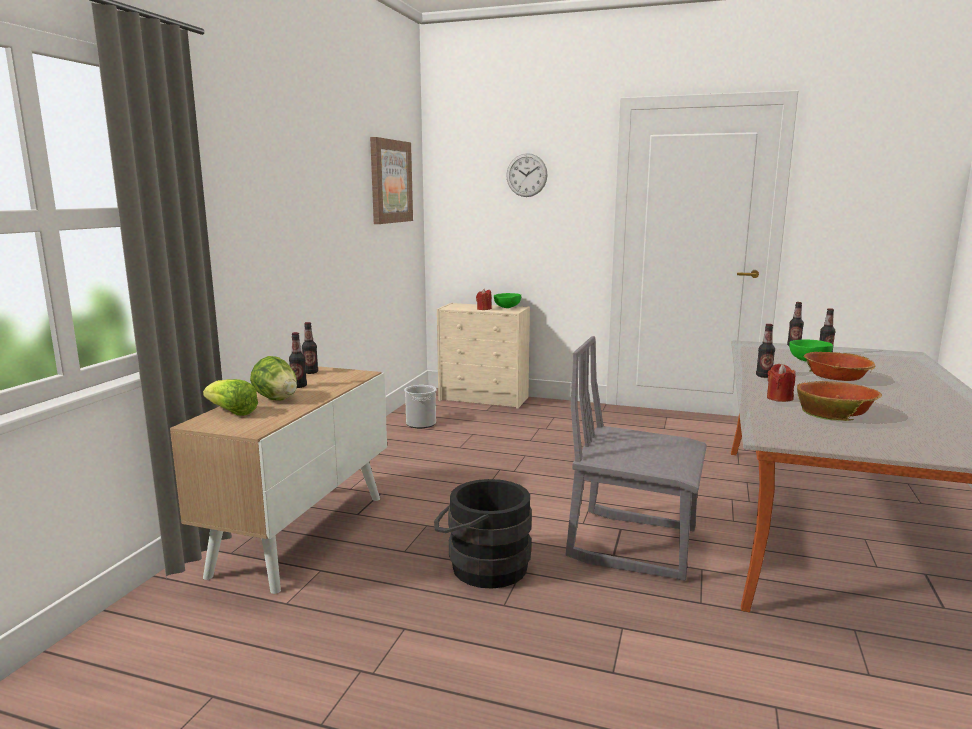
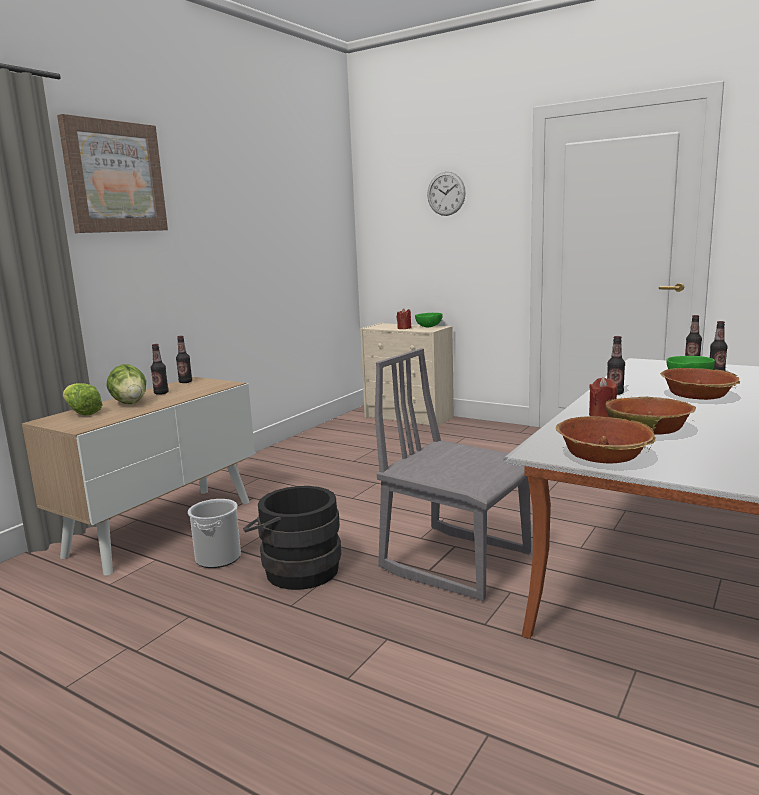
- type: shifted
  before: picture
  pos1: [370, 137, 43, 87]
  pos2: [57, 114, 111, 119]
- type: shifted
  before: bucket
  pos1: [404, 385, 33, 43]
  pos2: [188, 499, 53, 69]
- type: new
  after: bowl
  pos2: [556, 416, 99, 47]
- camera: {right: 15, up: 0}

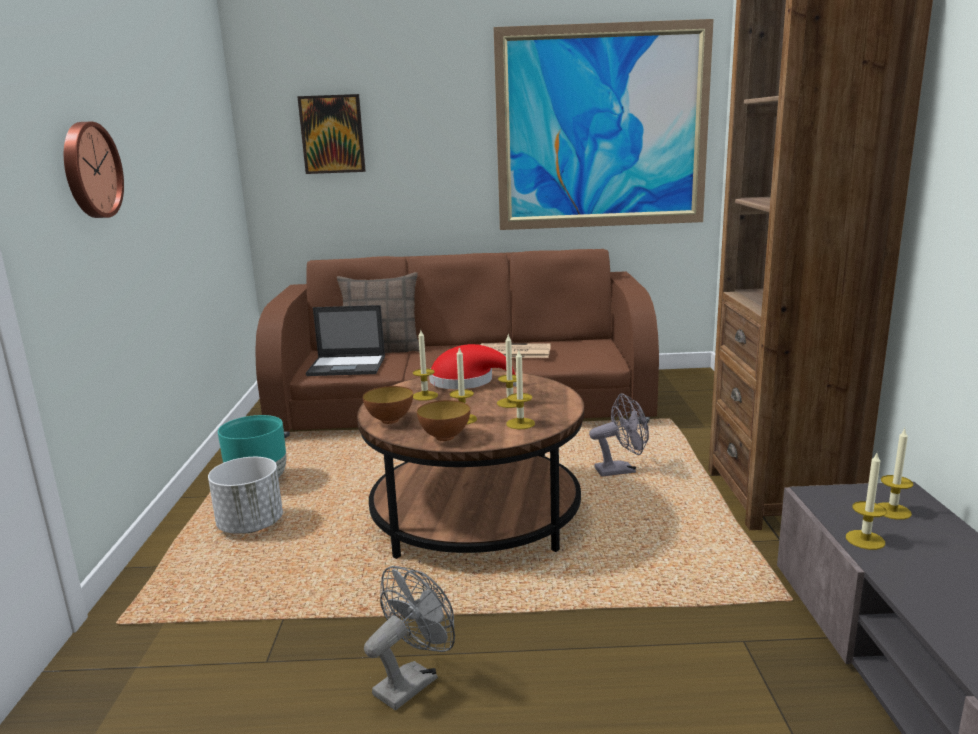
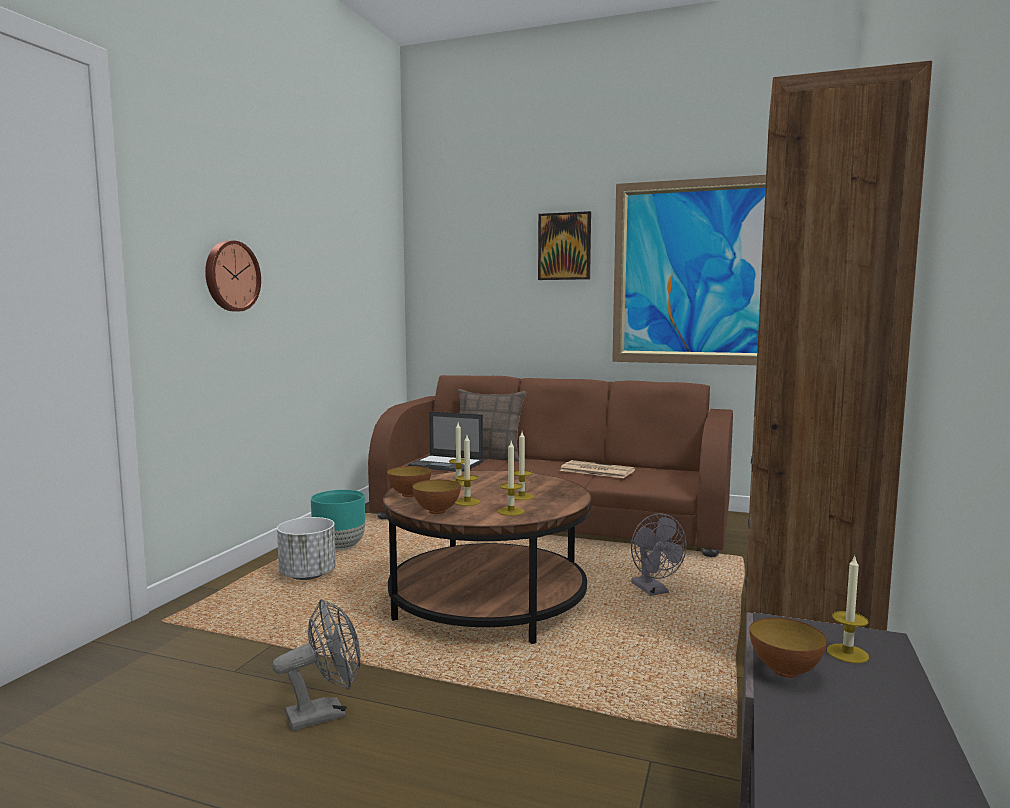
- type: shifted
  before: picture
  pos1: [297, 94, 69, 80]
  pos2: [538, 211, 53, 69]
- type: gone
  before: red hat
  pos1: [429, 344, 88, 45]
- type: rotated
  before: grey fan
  pos1: [589, 393, 60, 84]
  pos2: [631, 514, 56, 82]
  turn: 60
- type: swapped
  before: candle
  after: bowl
  pos1: [846, 453, 41, 97]
  pos2: [750, 618, 77, 60]
- camera: {right: 20, up: -10}

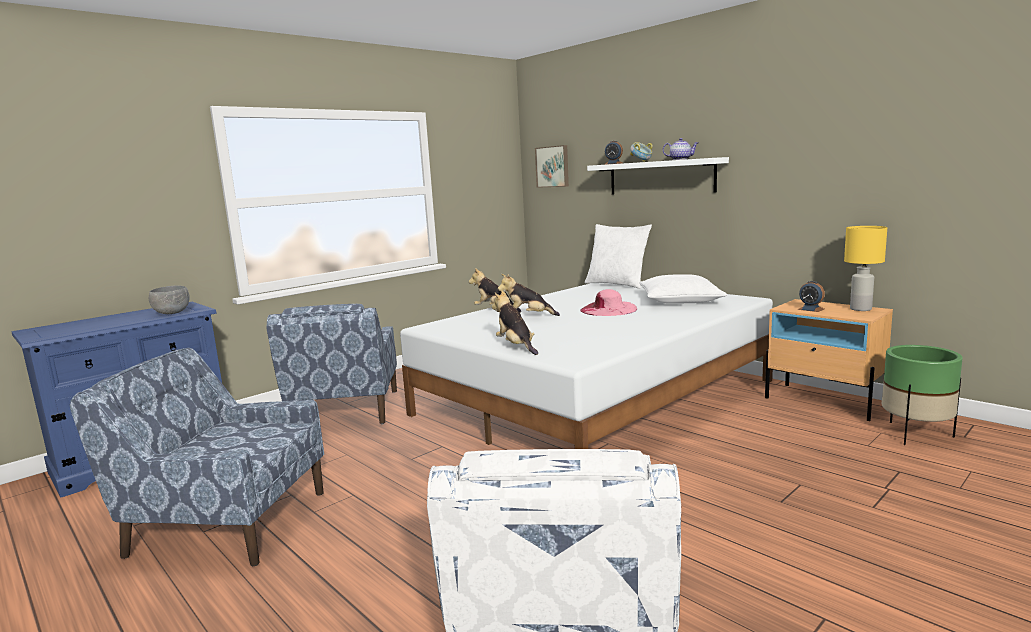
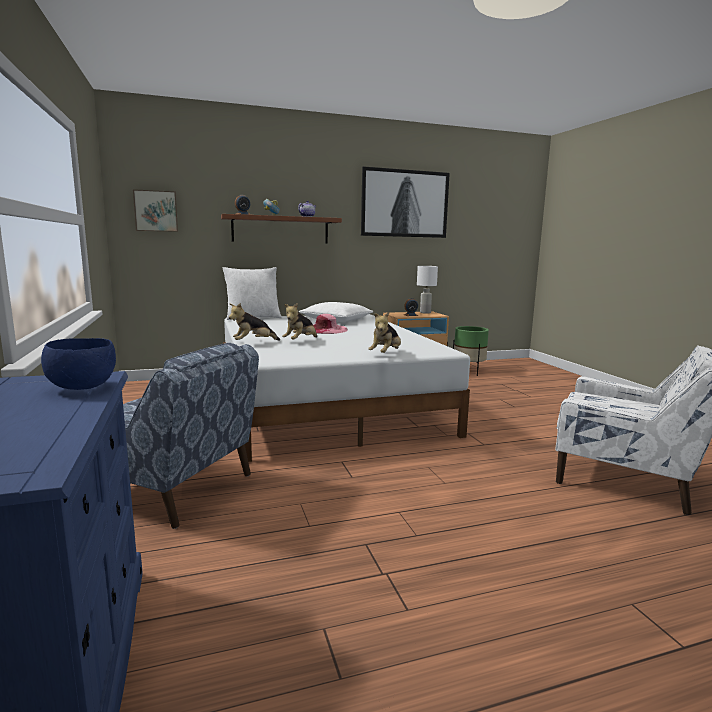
- type: gone
  before: blue armchair
  pos1: [70, 348, 254, 218]
- type: repainted
  before: grey bowl
  after: blue bowl
  pos1: [149, 285, 41, 29]
  pos2: [41, 338, 75, 52]
- type: rotated
  before: plush toy
  pos1: [492, 290, 46, 65]
  pos2: [368, 312, 33, 41]
  turn: -60
- type: repainted
  before: white shelf
  after: brown shelf
  pos1: [587, 157, 142, 37]
  pos2: [221, 214, 121, 29]
- type: repainted
  before: yellow table lamp
  after: white table lamp
  pos1: [844, 226, 43, 85]
  pos2: [417, 266, 21, 47]
- type: new
  after: picture
  pos2: [361, 166, 89, 72]
- camera: {right: -65, up: 0}

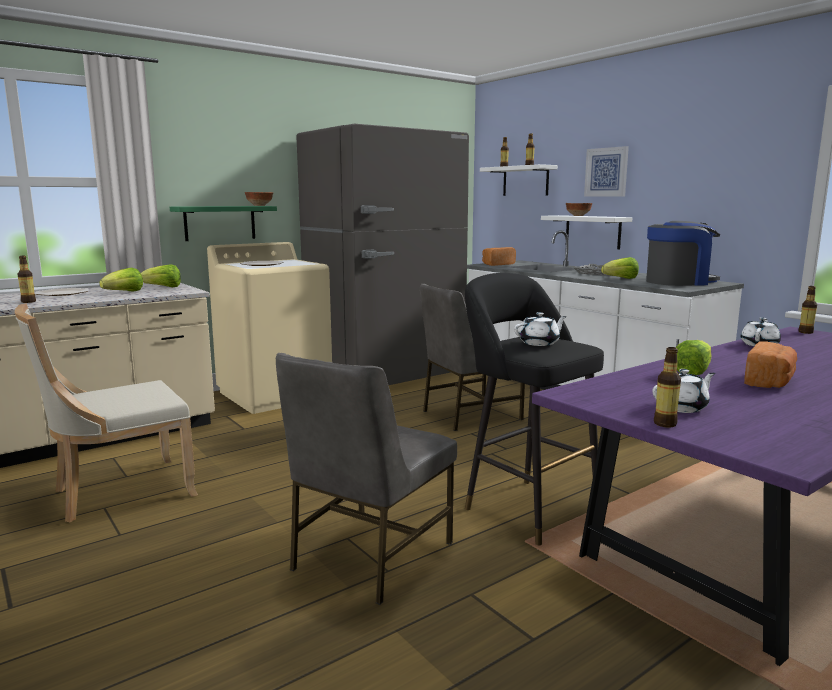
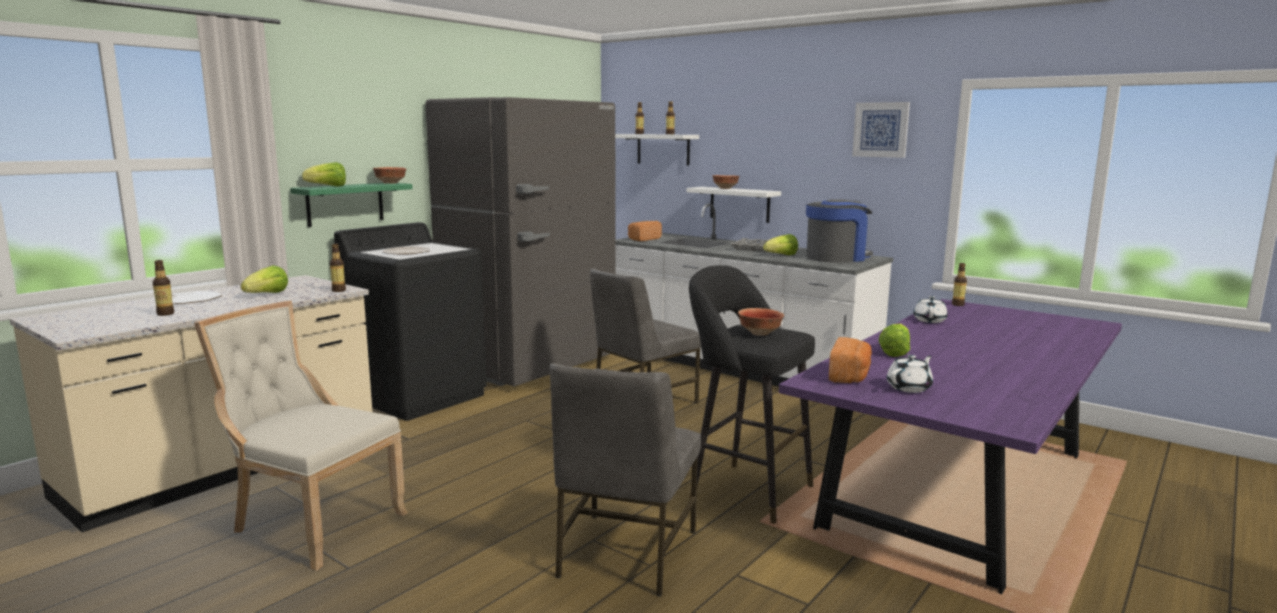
- type: rotated
  before: beige chair
  pos1: [15, 303, 183, 219]
  pos2: [194, 301, 214, 270]
  turn: 75
- type: shifted
  before: lettuce
  pos1: [141, 264, 40, 23]
  pos2: [302, 162, 44, 25]
- type: repainted
  before: beige washing machine
  after: black washing machine
  pos1: [207, 242, 125, 172]
  pos2: [334, 222, 153, 199]
- type: swapped
  before: white teapot
  after: bowl
  pos1: [514, 312, 53, 34]
  pos2: [738, 308, 46, 28]
- type: shifted
  before: picture
  pos1: [584, 146, 45, 51]
  pos2: [852, 102, 58, 56]
- type: shifted
  before: bottle
  pos1: [654, 347, 27, 81]
  pos2: [330, 244, 16, 48]
- type: shifted
  before: bread
  pos1: [744, 341, 53, 47]
  pos2: [829, 337, 43, 46]
- camera: {right: -15, up: 0}

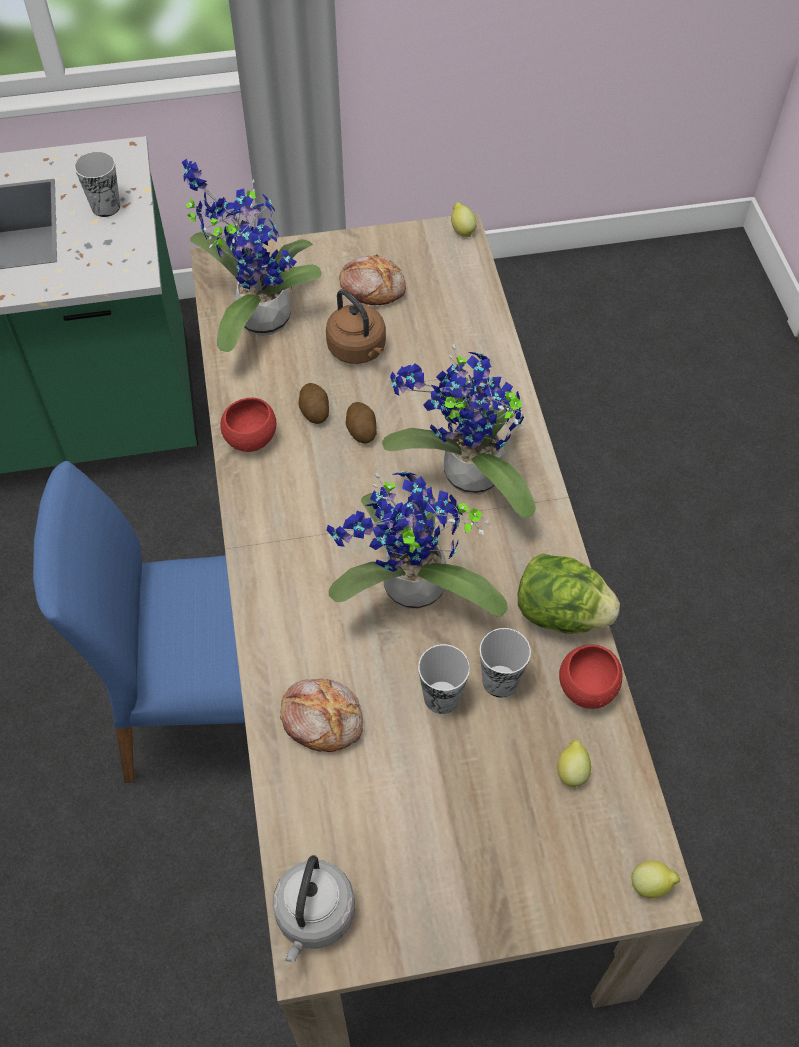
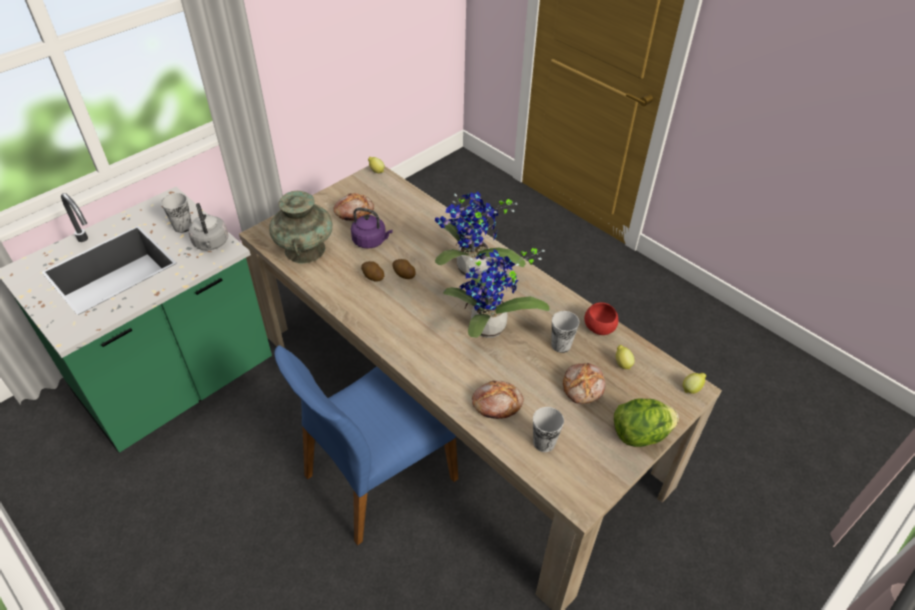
- type: swapped
  before: potted plant
  after: turquoise vase
  pos1: [182, 159, 140, 193]
  pos2: [269, 191, 64, 73]
- type: gone
  before: red bowl
  pos1: [220, 398, 56, 54]
- type: shifted
  before: grey kettle
  pos1: [273, 855, 82, 107]
  pos2: [189, 203, 39, 47]
- type: repainted
  before: brown kettle
  after: purple kettle
  pos1: [326, 289, 60, 75]
  pos2: [351, 207, 42, 42]
- type: shifted
  before: cup
  pos1: [418, 644, 52, 70]
  pos2: [533, 407, 31, 45]
- type: shifted
  before: lettuce
  pos1: [518, 554, 102, 80]
  pos2: [614, 398, 65, 49]
- type: new
  after: bread
  pos2: [563, 363, 42, 41]
- camera: {right: -35, up: -10}

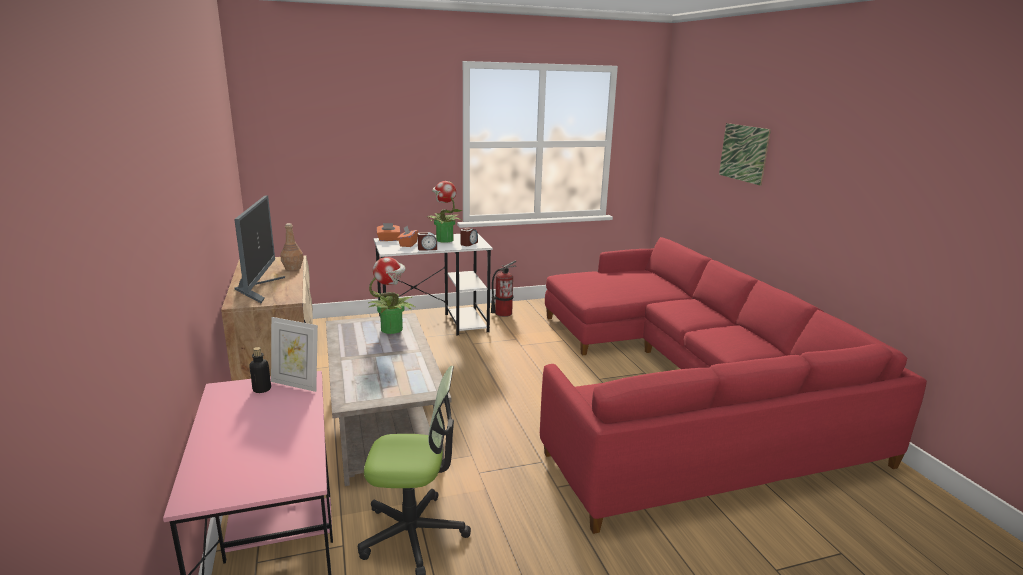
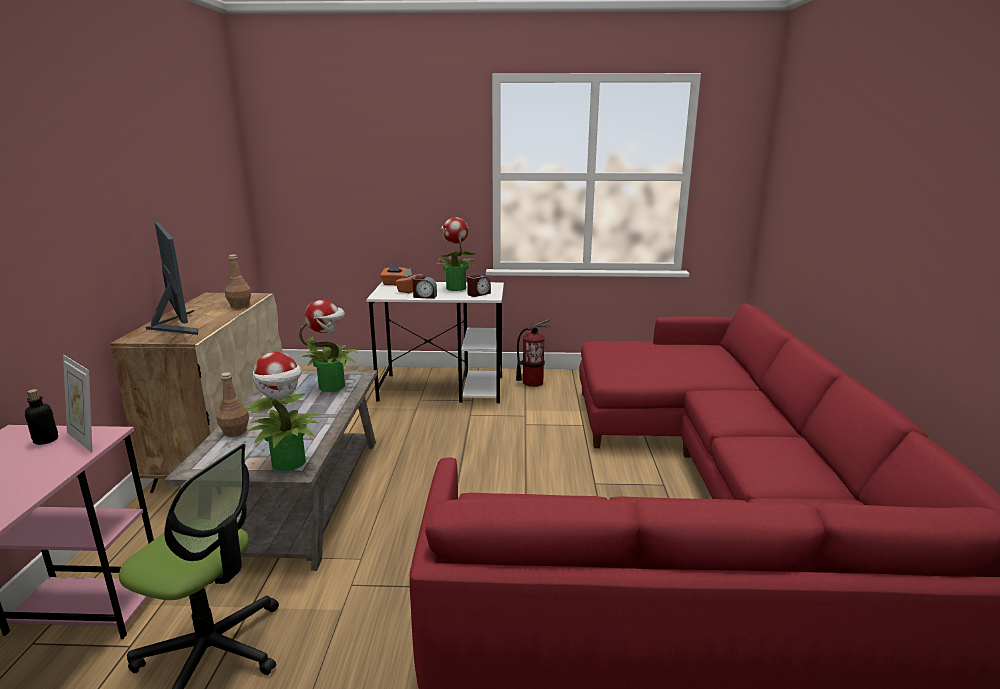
- type: rotated
  before: monitor
  pos1: [234, 195, 51, 108]
  pos2: [146, 222, 52, 113]
  turn: -45
- type: gone
  before: picture
  pos1: [719, 123, 52, 63]
- type: new
  after: brown bottle
  pos2: [216, 372, 33, 65]
- type: new
  after: potted plant
  pos2: [243, 352, 76, 119]
- camera: {right: 20, up: 0}

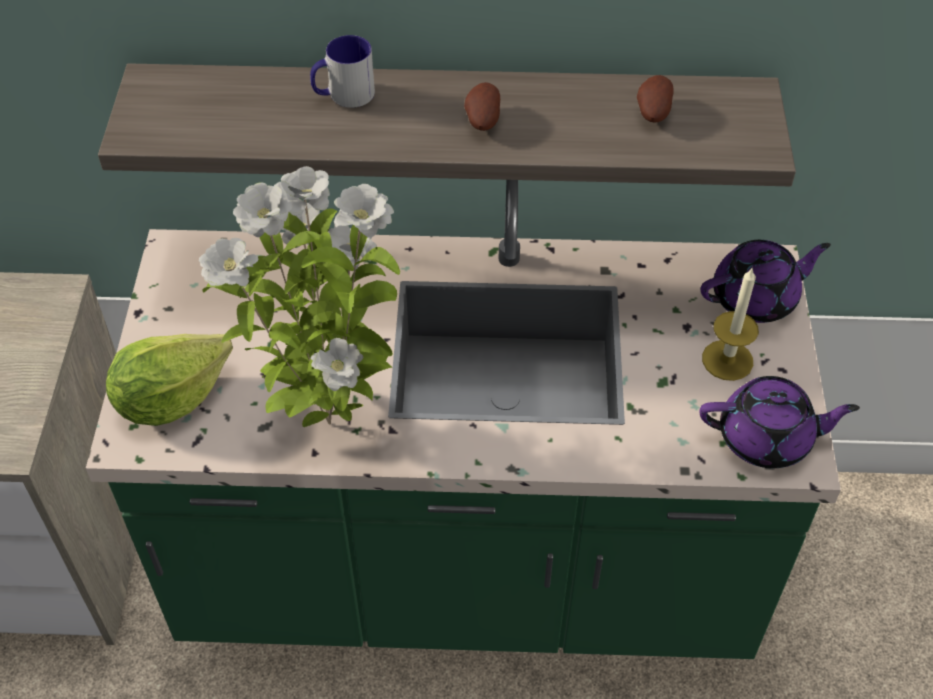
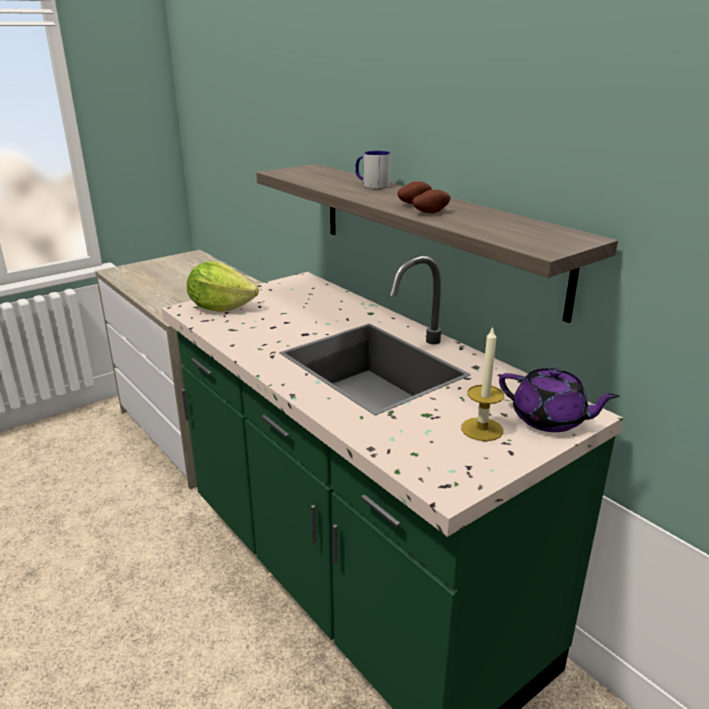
- type: gone
  before: potted plant
  pos1: [199, 166, 201, 261]
- type: shifted
  before: potato
  pos1: [637, 75, 37, 48]
  pos2: [412, 190, 39, 23]
- type: gone
  before: purple teapot
  pos1: [699, 376, 161, 92]
- camera: {right: 50, up: -25}

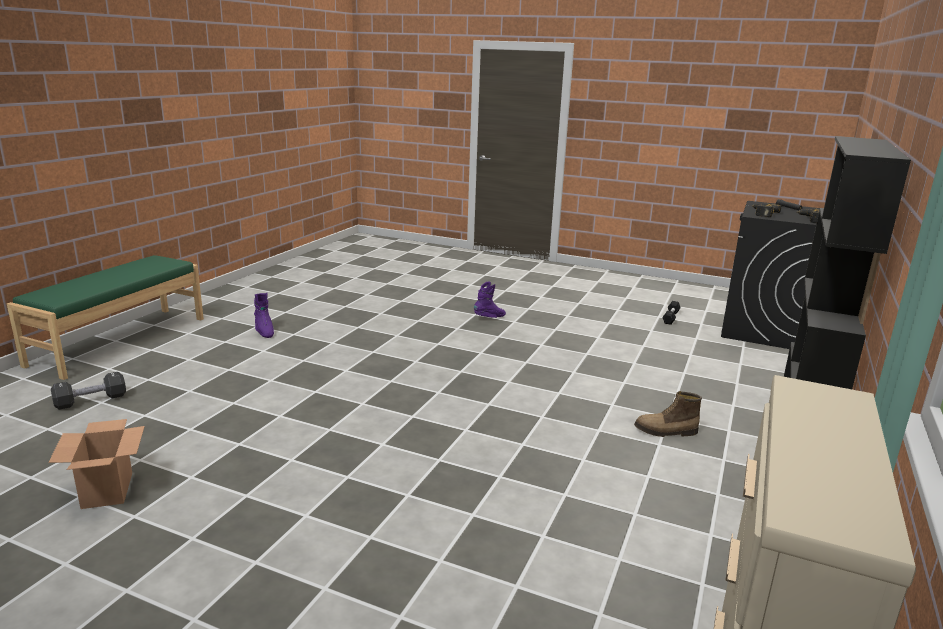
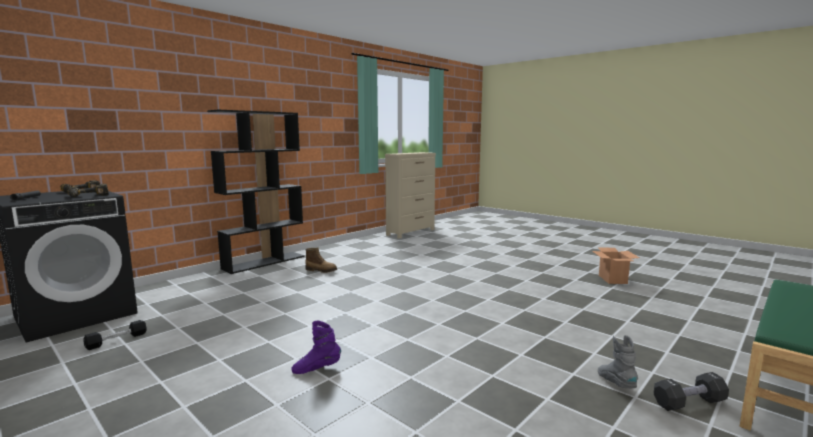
- type: shifted
  before: black dumbbell
  pos1: [51, 372, 75, 38]
  pos2: [654, 372, 75, 39]
- type: repainted
  before: purple boot
  after: grey boot
  pos1: [254, 293, 20, 45]
  pos2: [598, 335, 40, 53]
- camera: {right: -160, up: -10}

